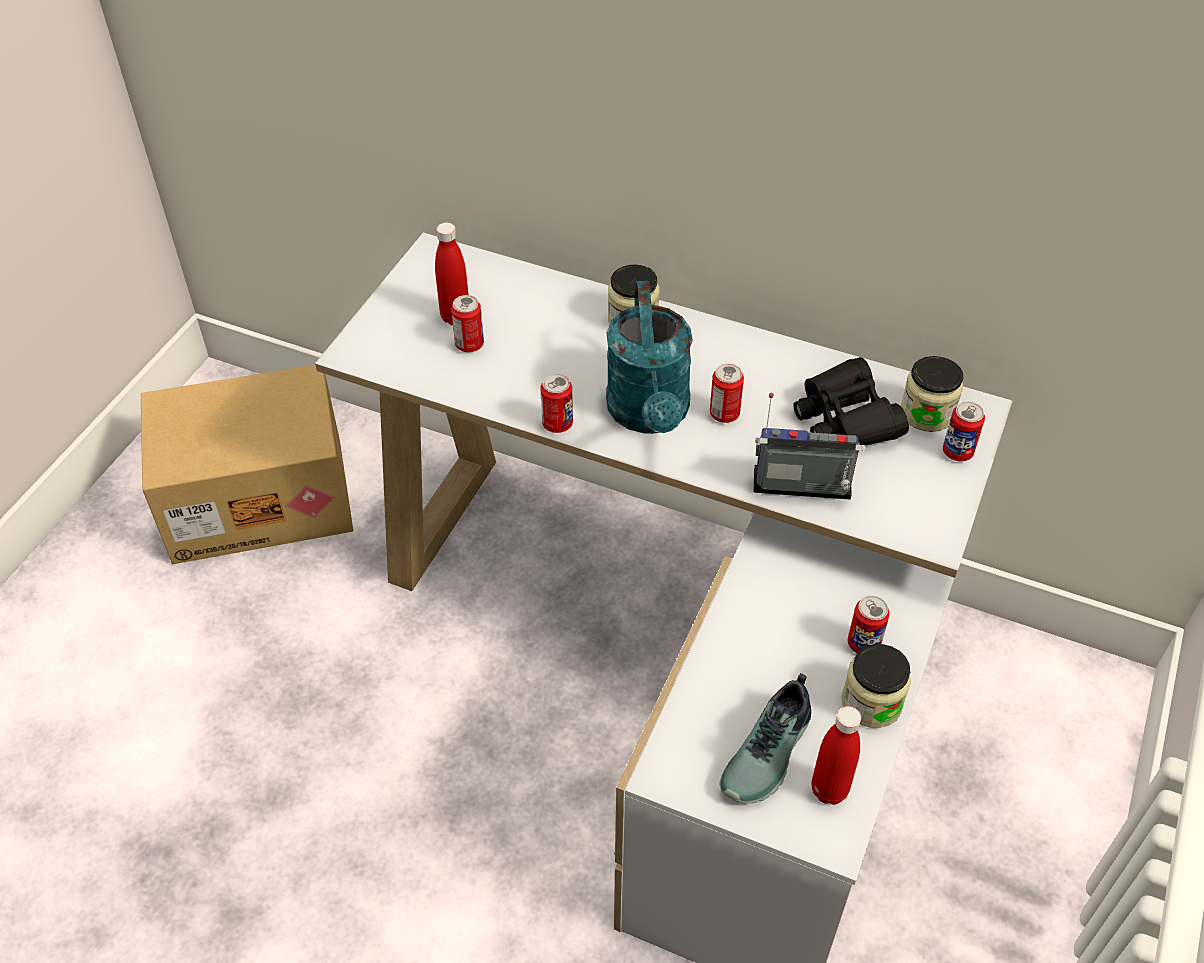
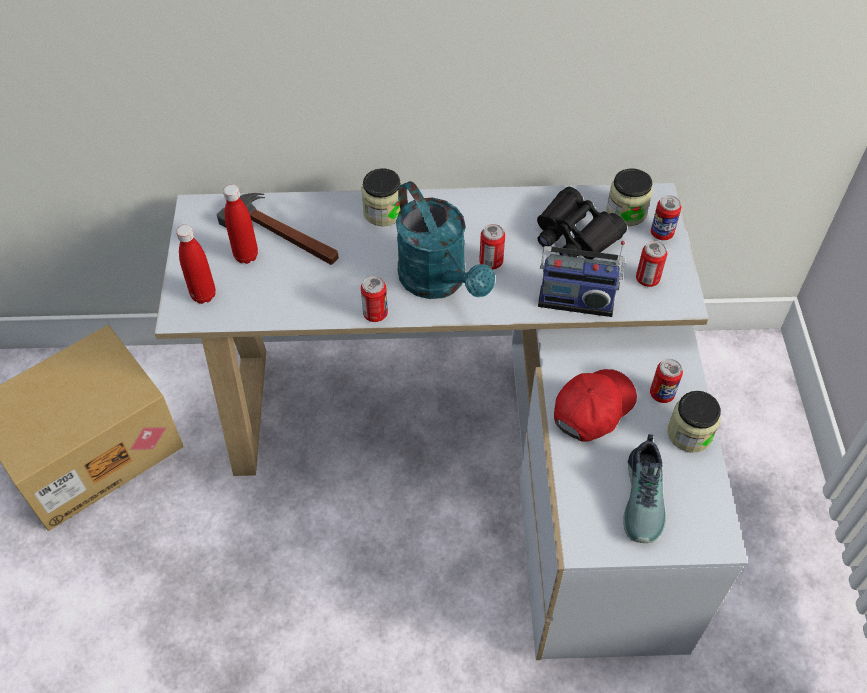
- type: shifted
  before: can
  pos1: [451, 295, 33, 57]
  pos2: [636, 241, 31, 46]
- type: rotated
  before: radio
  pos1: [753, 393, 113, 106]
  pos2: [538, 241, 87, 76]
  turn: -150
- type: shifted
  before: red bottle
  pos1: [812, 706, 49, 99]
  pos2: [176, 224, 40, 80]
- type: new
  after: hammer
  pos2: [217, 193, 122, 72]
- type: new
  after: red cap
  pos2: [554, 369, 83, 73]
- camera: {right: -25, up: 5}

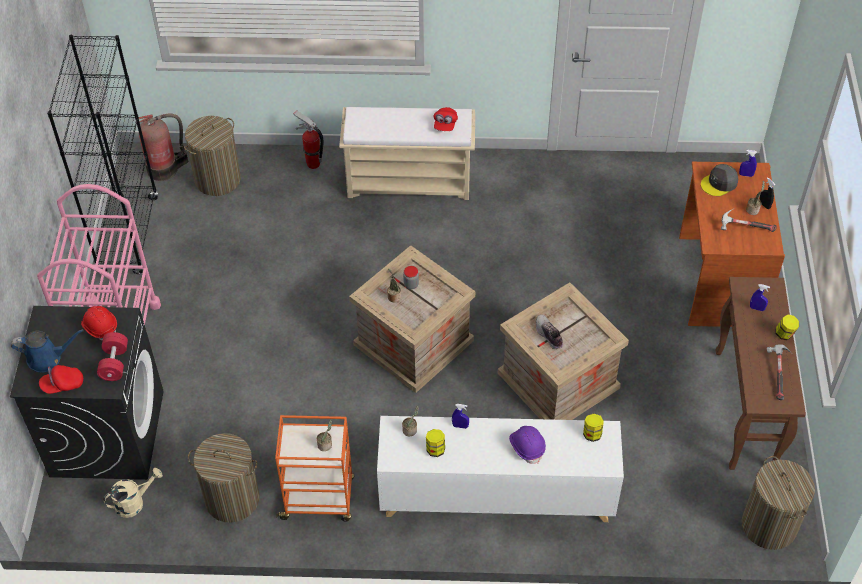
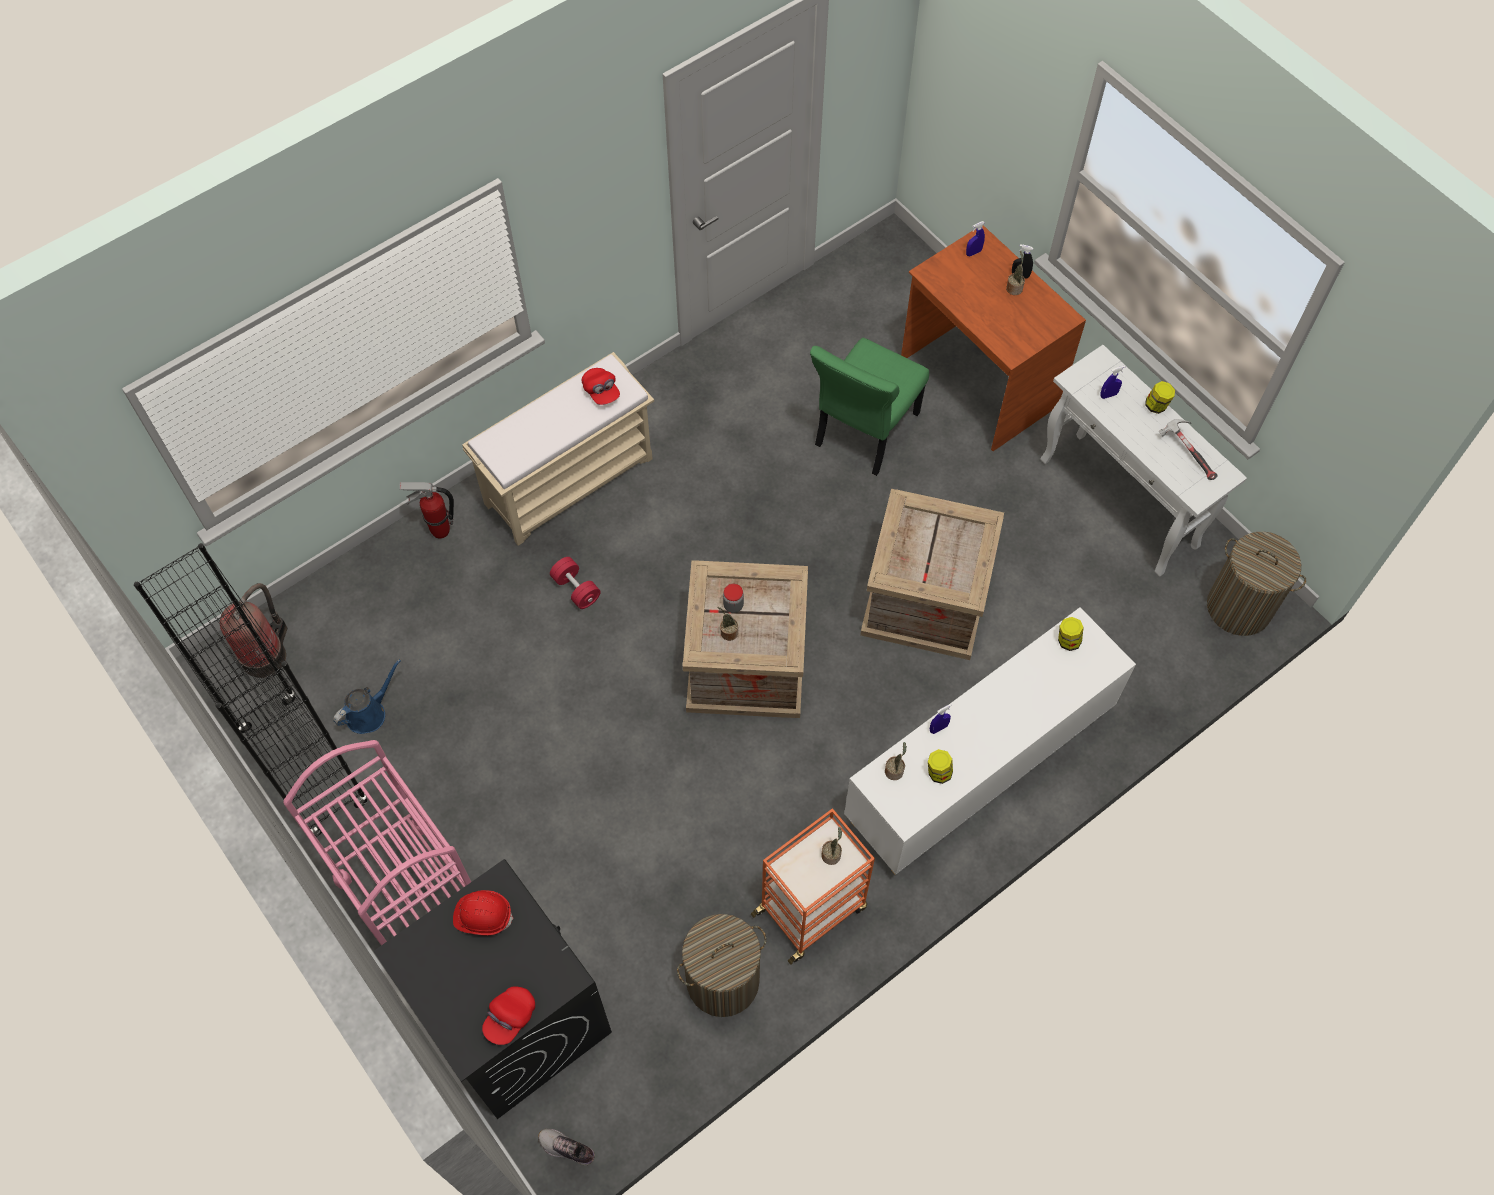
- type: shifted
  before: blue watering can
  pos1: [11, 329, 73, 44]
  pos2: [333, 659, 68, 75]
- type: shifted
  before: red dumbbell
  pos1: [97, 332, 31, 49]
  pos2: [550, 557, 50, 52]
- type: gone
  before: beige watering can
  pos1: [103, 468, 60, 50]
- type: gone
  before: laundry basket
  pos1: [184, 116, 57, 80]
- type: gone
  before: purple hard hat
  pos1: [509, 426, 37, 38]
- type: shifted
  before: shoe
  pos1: [535, 314, 28, 36]
  pos2: [538, 1129, 57, 36]
- type: gone
  before: grey cap
  pos1: [701, 164, 37, 32]
- type: repainted
  before: brown console table
  after: white console table
  pos1: [716, 277, 90, 193]
  pos2: [1040, 345, 207, 232]
- type: gone
  before: hammer
  pos1: [721, 208, 56, 24]
- type: new
  after: green chair
  pos2: [810, 337, 119, 139]
- camera: {right: -40, up: 10}

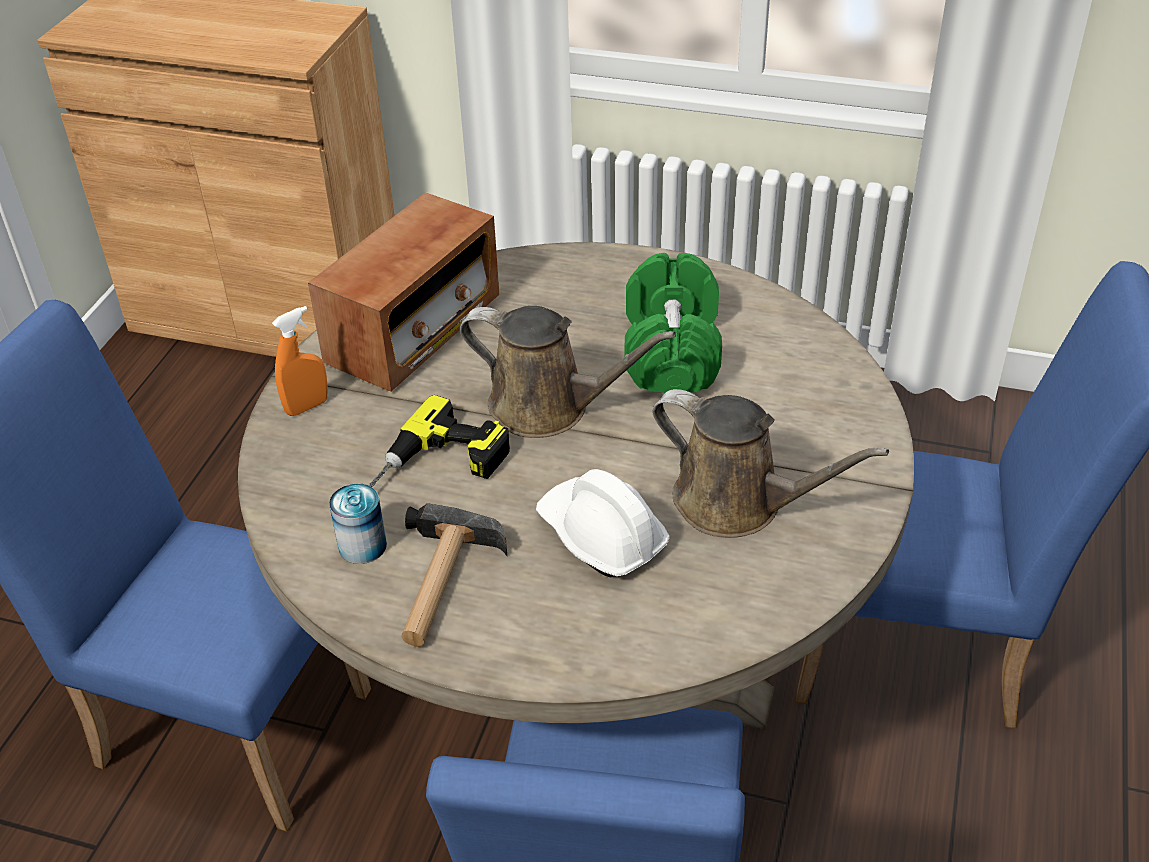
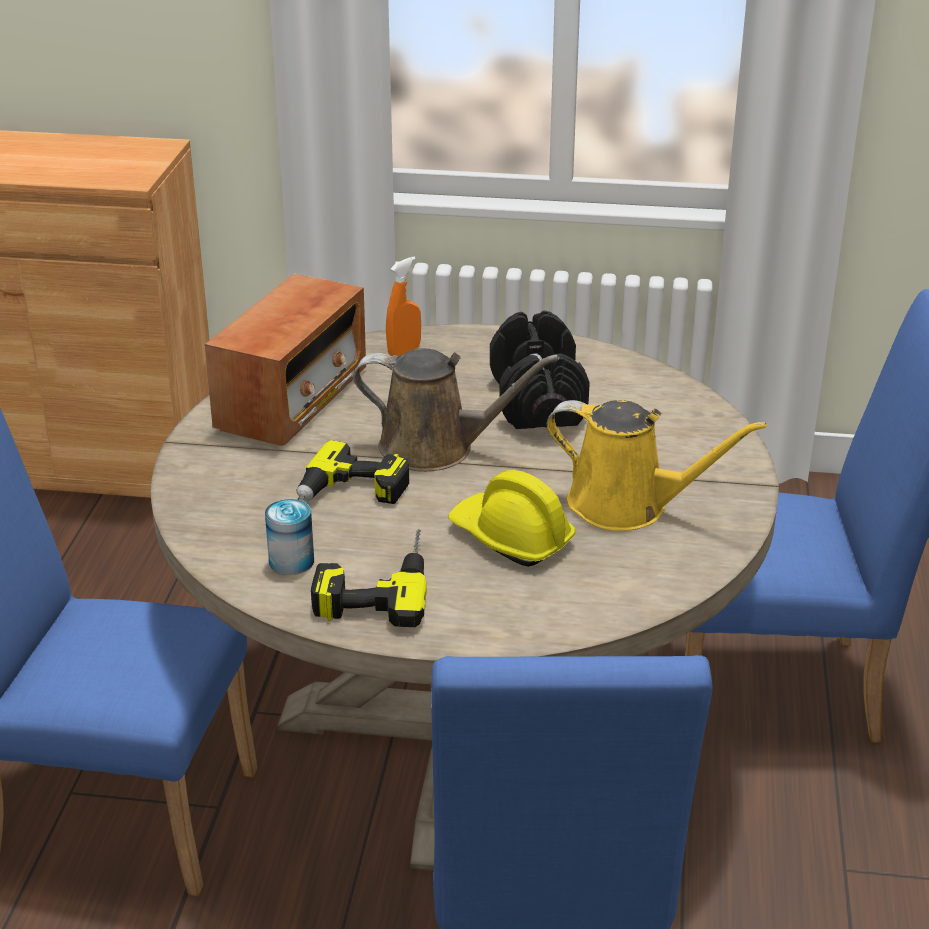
- type: shifted
  before: orange spray bottle
  pos1: [272, 306, 56, 110]
  pos2: [386, 256, 35, 100]
- type: swapped
  before: hammer
  after: power drill
  pos1: [402, 503, 105, 144]
  pos2: [311, 529, 116, 98]
- type: repainted
  before: white hard hat
  after: yellow hard hat
  pos1: [536, 469, 134, 109]
  pos2: [448, 470, 128, 97]
- type: repainted
  before: green dumbbell
  after: black dumbbell
  pos1: [625, 253, 97, 140]
  pos2: [490, 311, 100, 118]
- type: repainted
  before: brown watering can
  after: yellow watering can
  pos1: [652, 389, 237, 149]
  pos2: [547, 400, 220, 131]
- camera: {right: -10, up: -10}

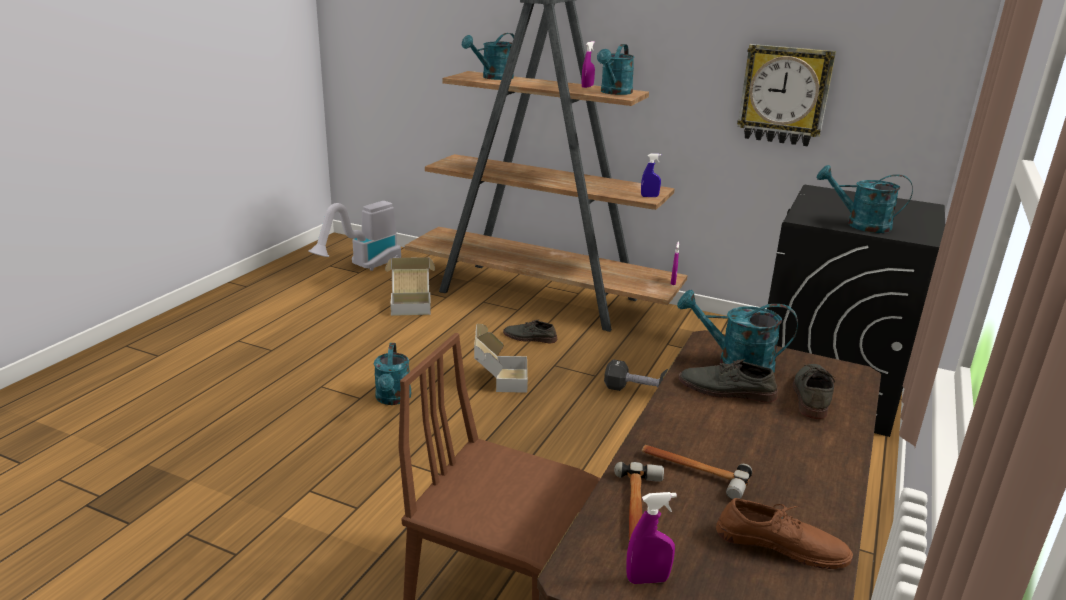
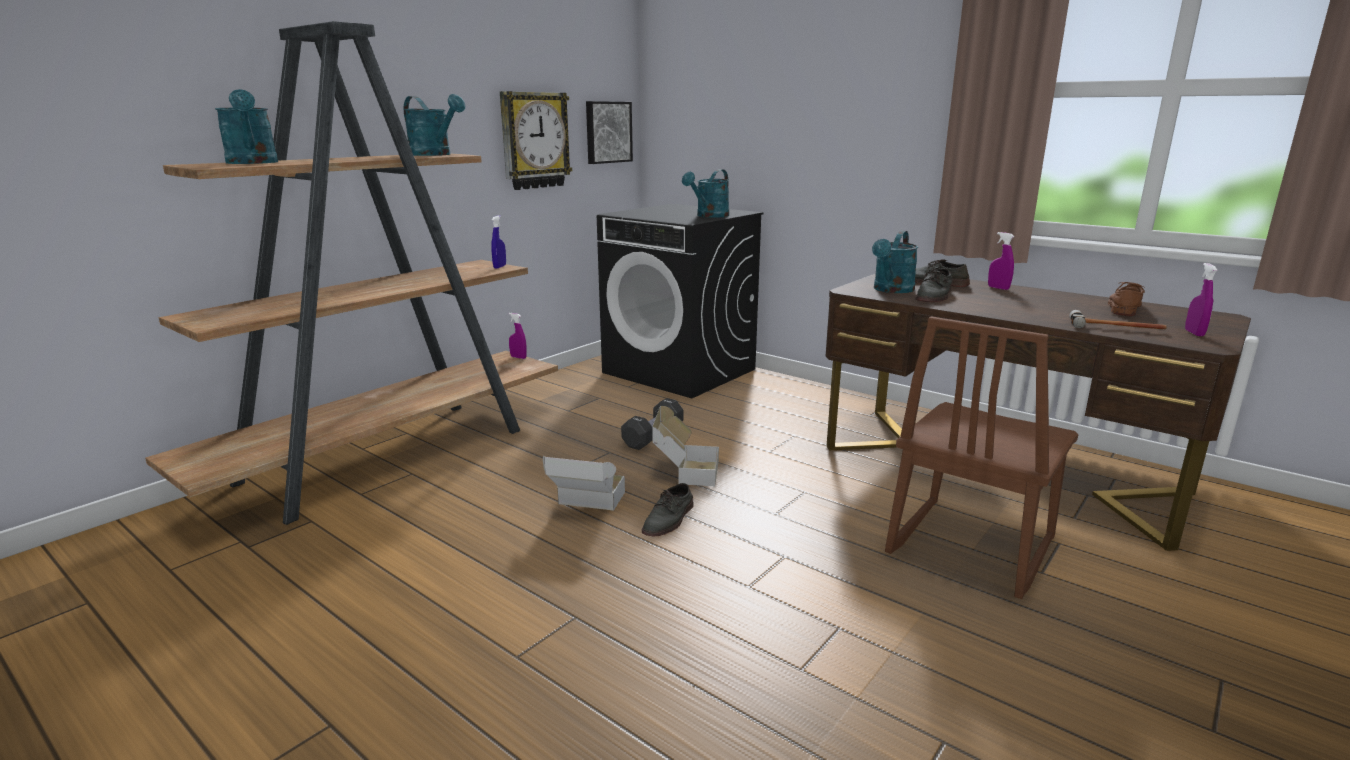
- type: gone
  before: vacuum cleaner
  pos1: [308, 201, 93, 70]
- type: gone
  before: turquoise watering can
  pos1: [374, 343, 37, 62]
- type: shifted
  before: cardboard box
  pos1: [385, 257, 50, 59]
  pos2: [652, 406, 67, 80]
- type: shifted
  before: grey shoe
  pos1: [503, 319, 54, 24]
  pos2: [642, 483, 52, 53]
- type: shifted
  before: purple spray bottle
  pos1: [581, 41, 14, 47]
  pos2: [988, 232, 26, 58]
- type: gone
  before: hammer
  pos1: [641, 445, 111, 54]
- type: new
  after: picture
  pos2: [586, 101, 47, 63]
- camera: {right: -75, up: -5}

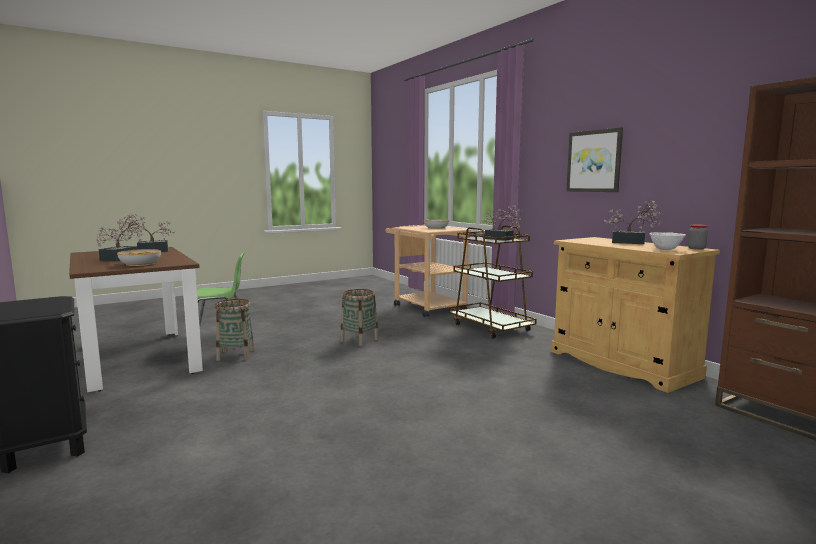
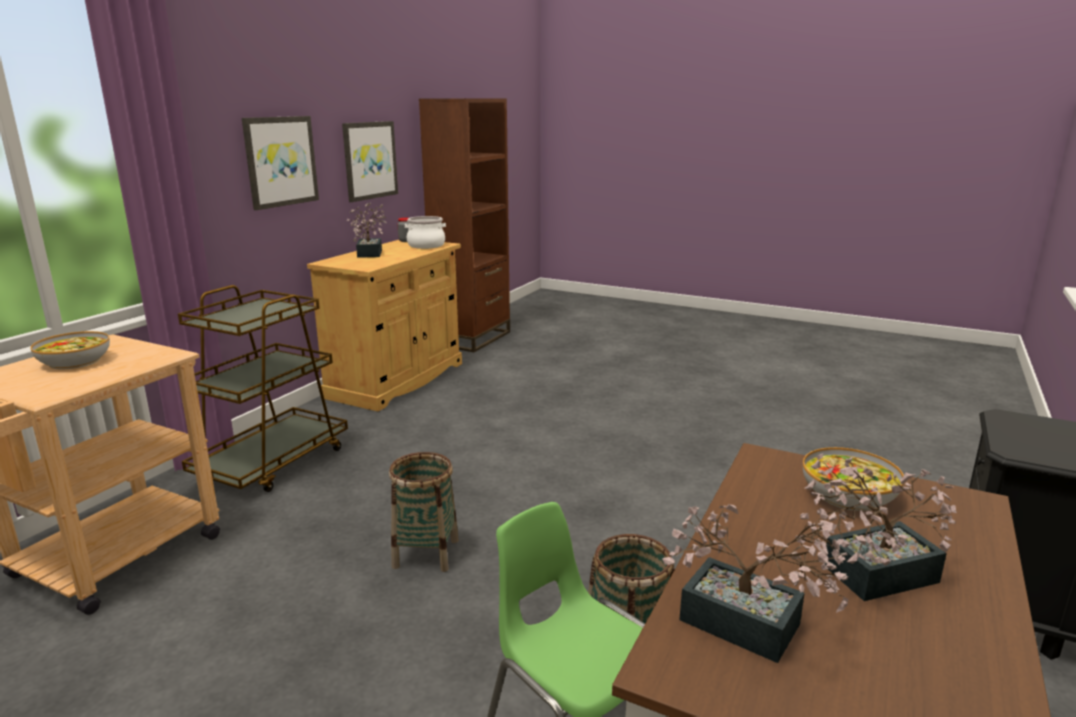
- type: gone
  before: potted plant
  pos1: [480, 205, 43, 36]
- type: swapped
  before: white bowl
  after: cooking pot
  pos1: [649, 232, 37, 18]
  pos2: [405, 216, 41, 33]
- type: new
  after: picture
  pos2: [342, 121, 56, 81]
- camera: {right: -120, up: 10}

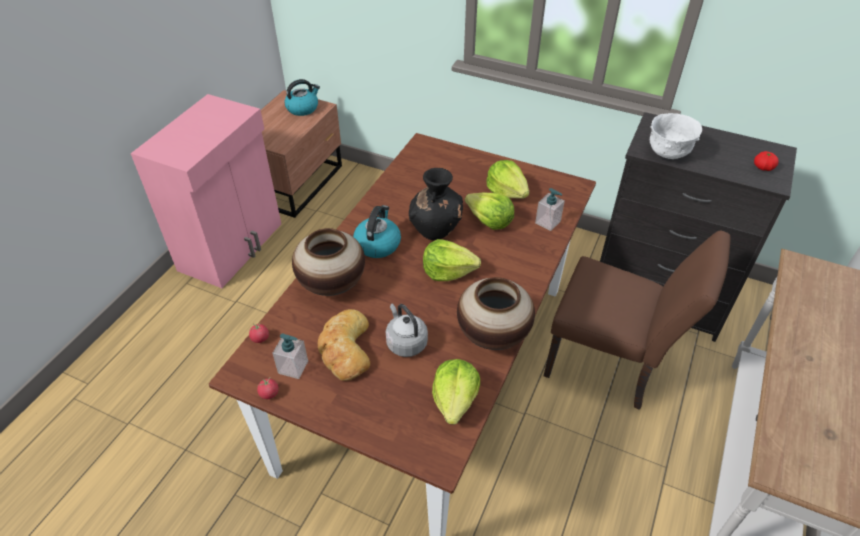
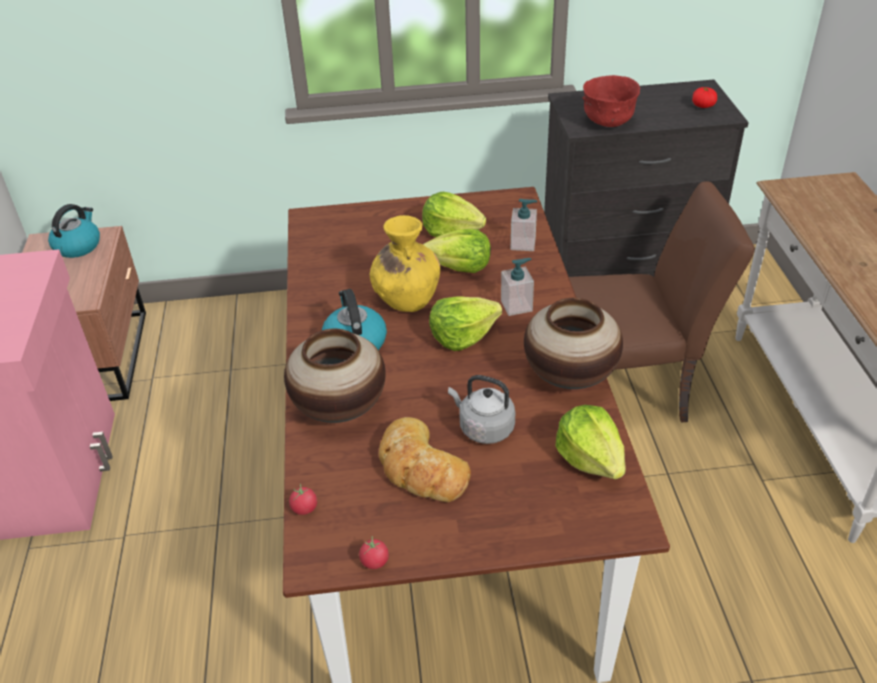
- type: shifted
  before: soap dispenser
  pos1: [272, 334, 36, 45]
  pos2: [501, 258, 33, 58]
- type: repainted
  before: black vase
  after: yellow vase
  pos1: [409, 168, 54, 72]
  pos2: [370, 215, 71, 97]
- type: repainted
  before: white bowl
  after: red bowl
  pos1: [650, 113, 52, 46]
  pos2: [582, 75, 58, 52]
- camera: {right: -30, up: -5}

